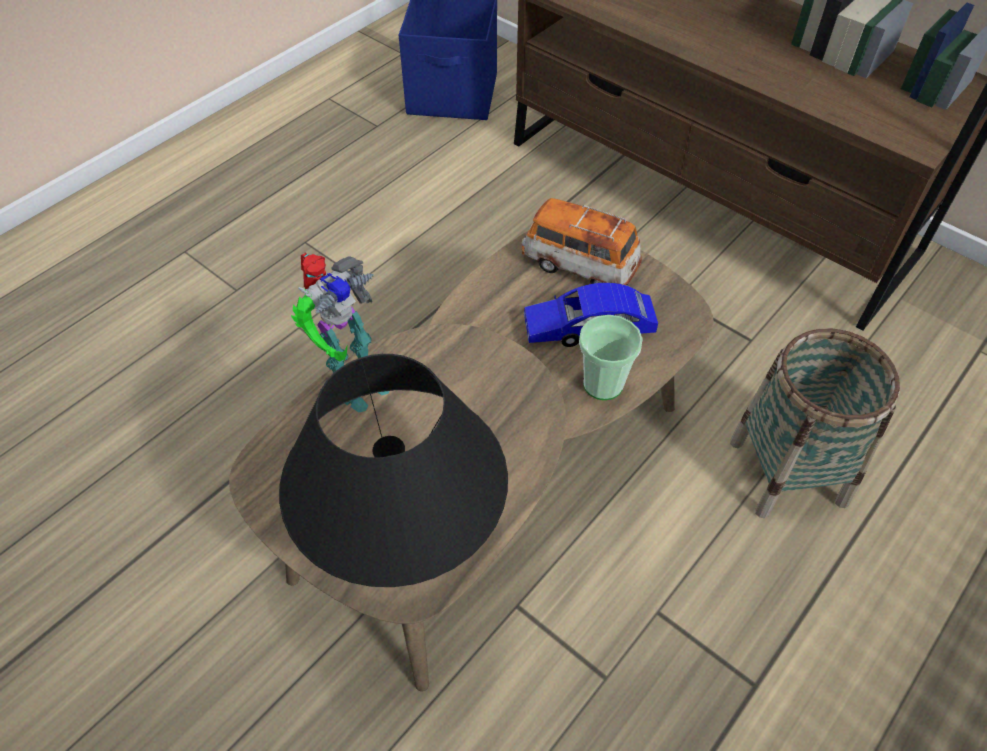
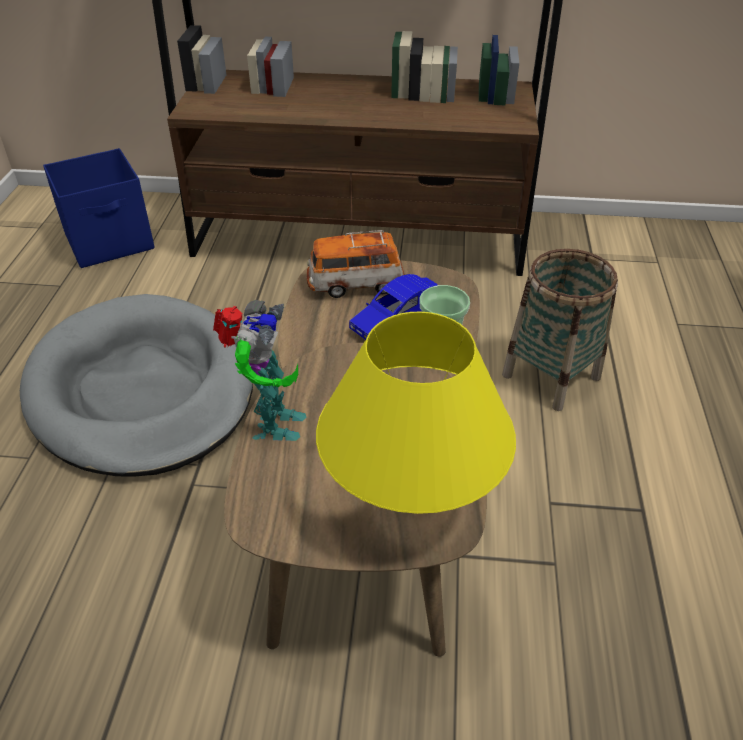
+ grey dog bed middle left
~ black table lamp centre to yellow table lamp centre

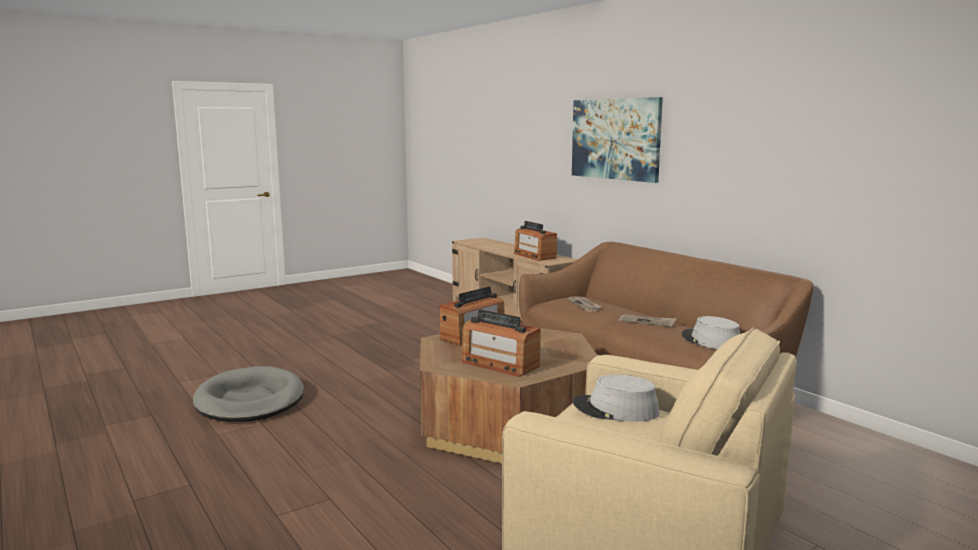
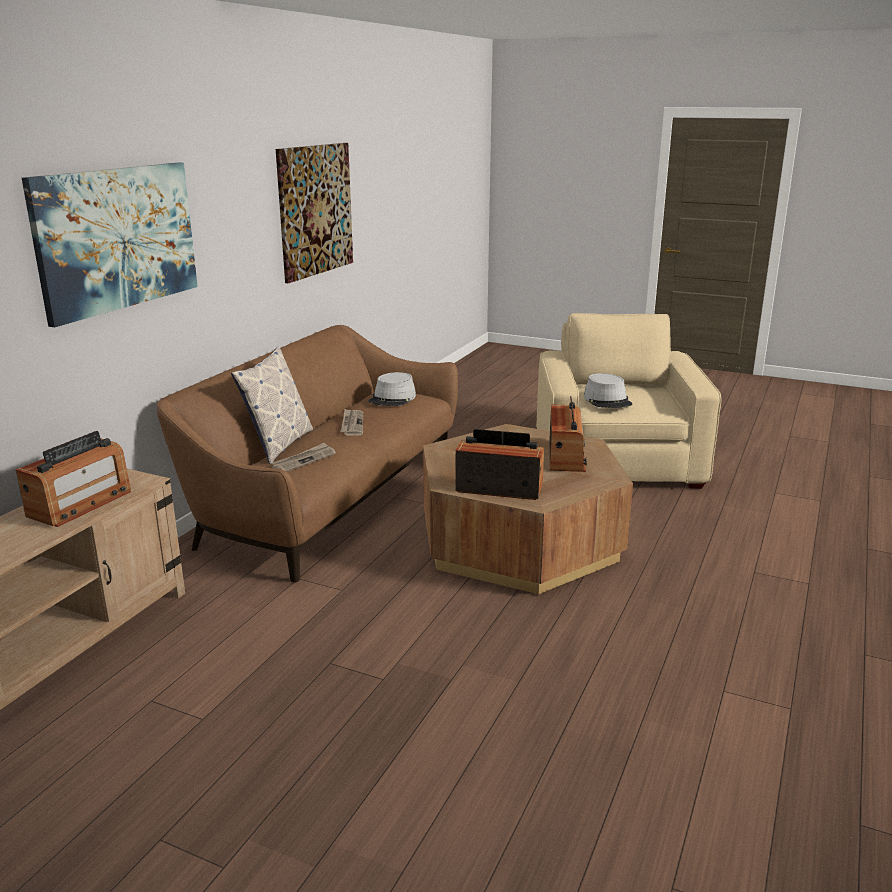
+ pillow middle left
+ picture (2nd from left) top centre
- grey dog bed bottom left

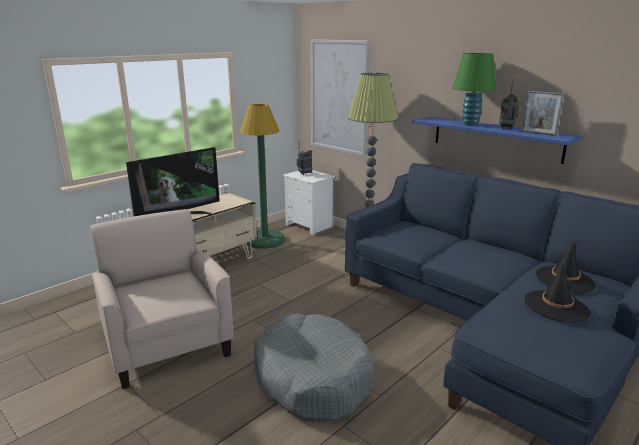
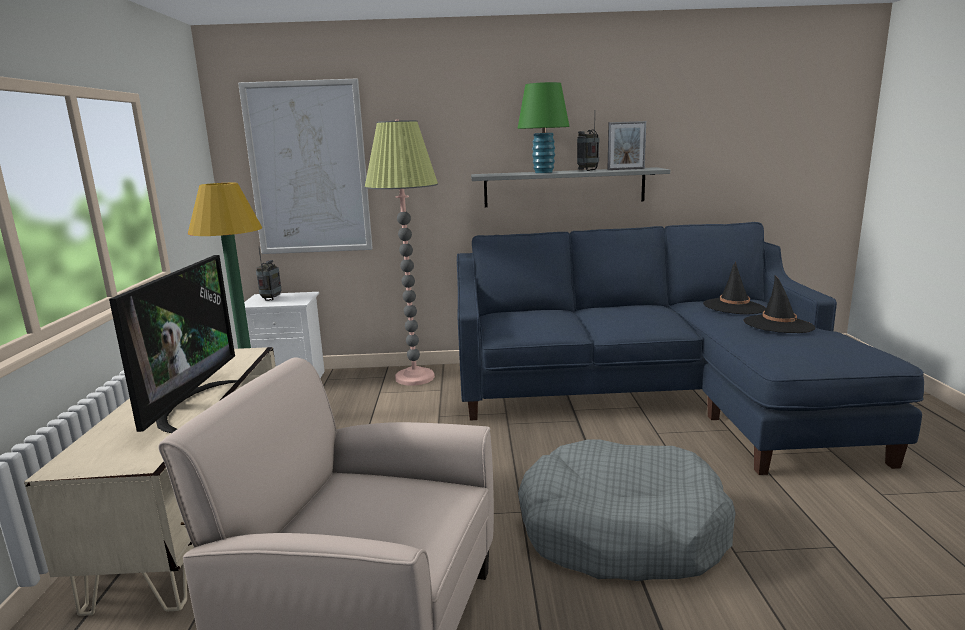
~ blue shelf top right to grey shelf top centre

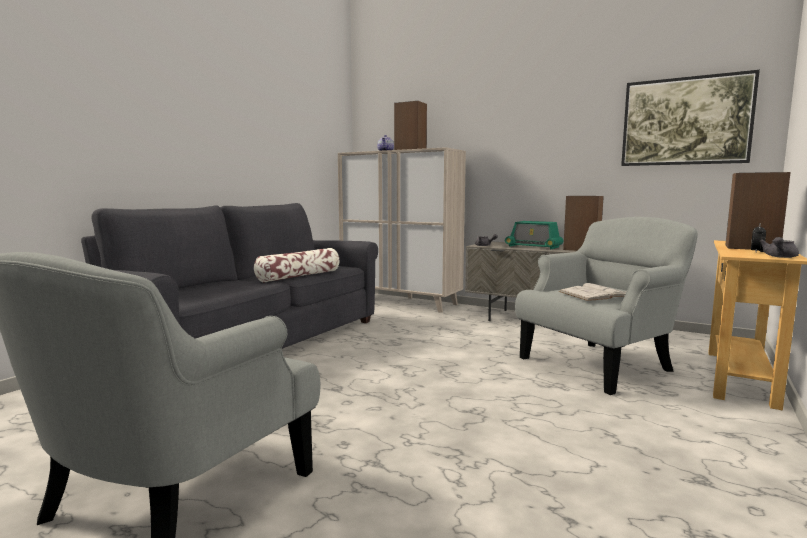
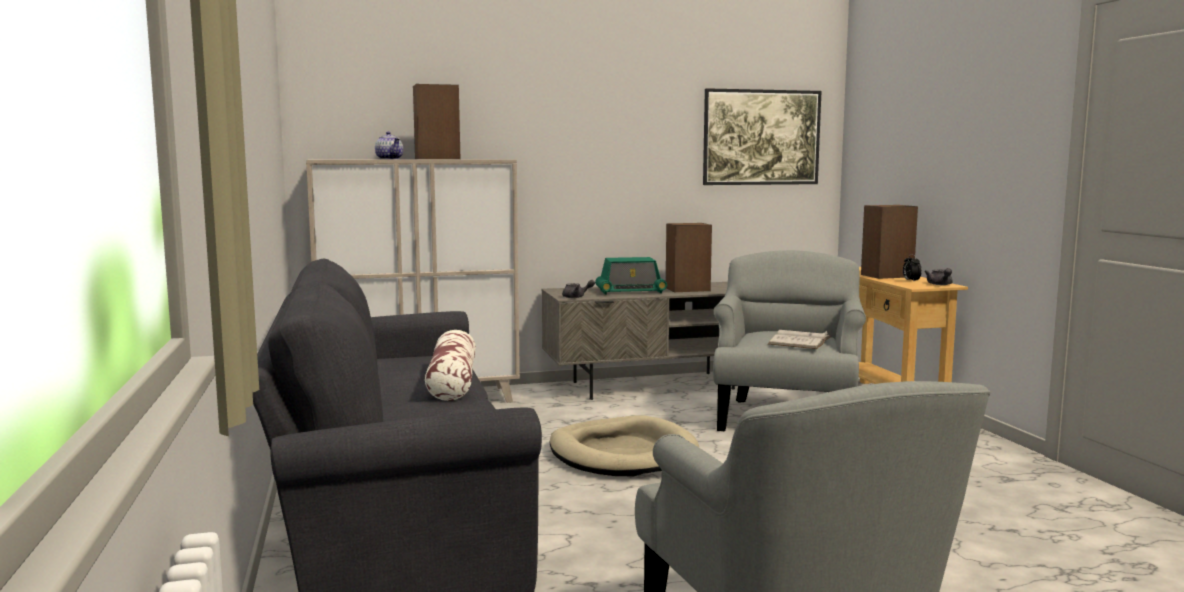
+ beige dog bed bottom centre

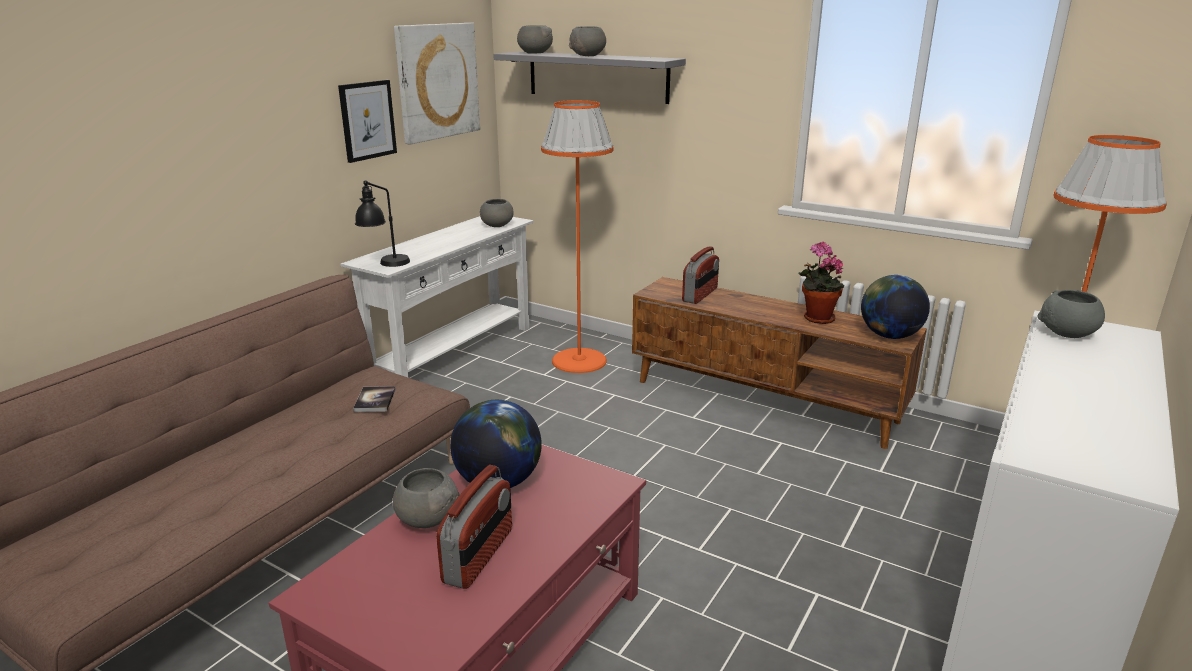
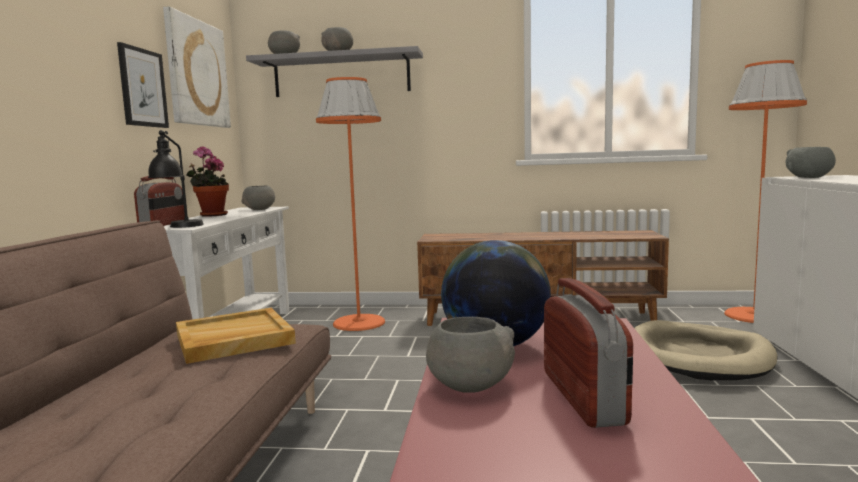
~ radio (2nd from left in the first image) centre to radio (1st from left) middle left
~ book middle left to beige tray bottom left
~ potted plant middle right to middle left
+ beige dog bed bottom right
- globe (2nd from left) middle right

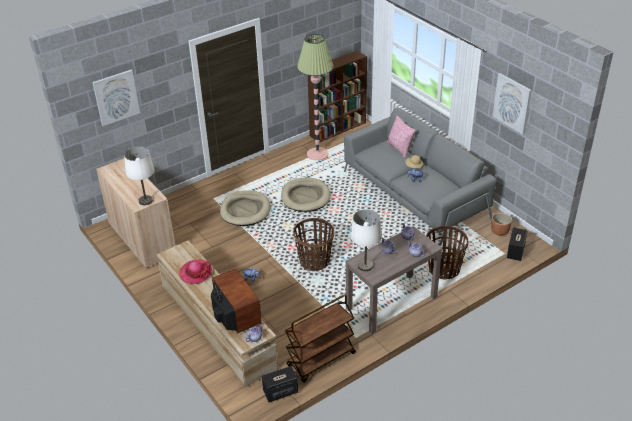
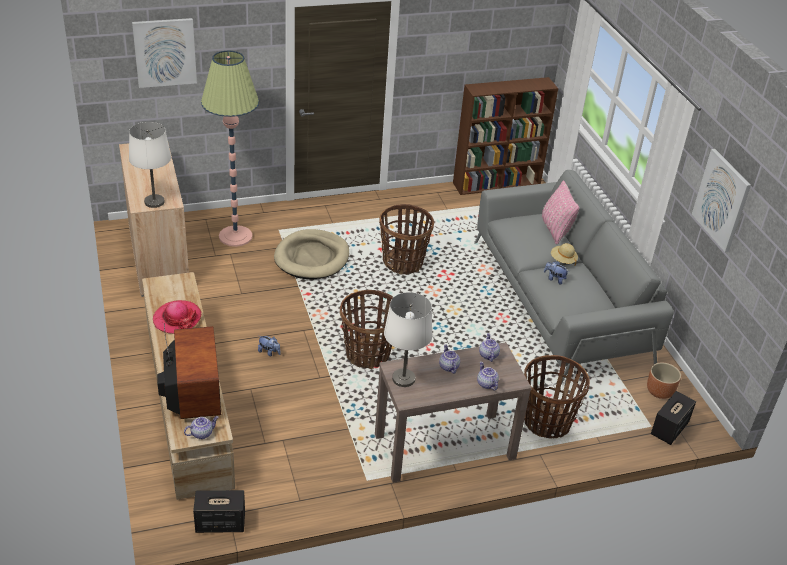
~ floor lamp top centre to top left
~ beige dog bed (2nd from left) centre to basket (2nd from left) centre
- brown cart bottom centre

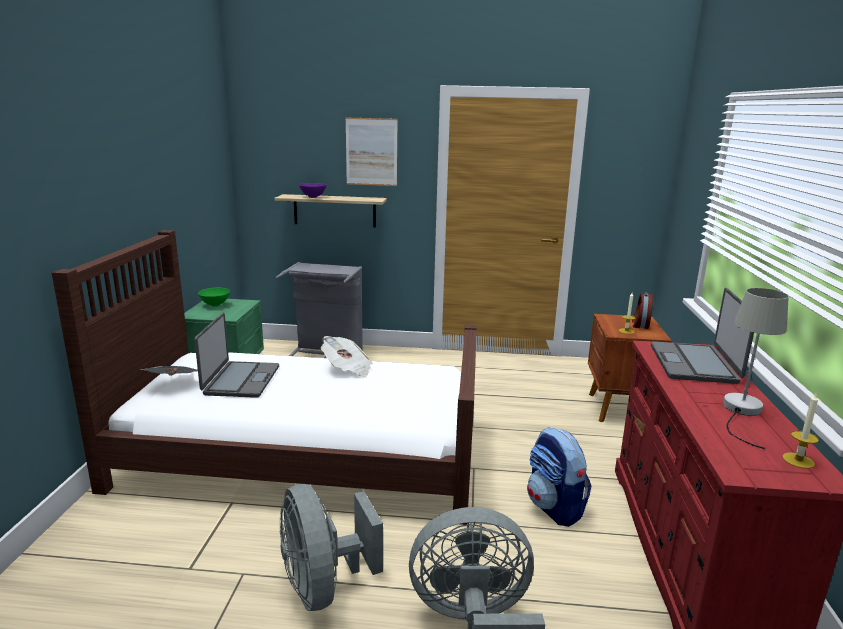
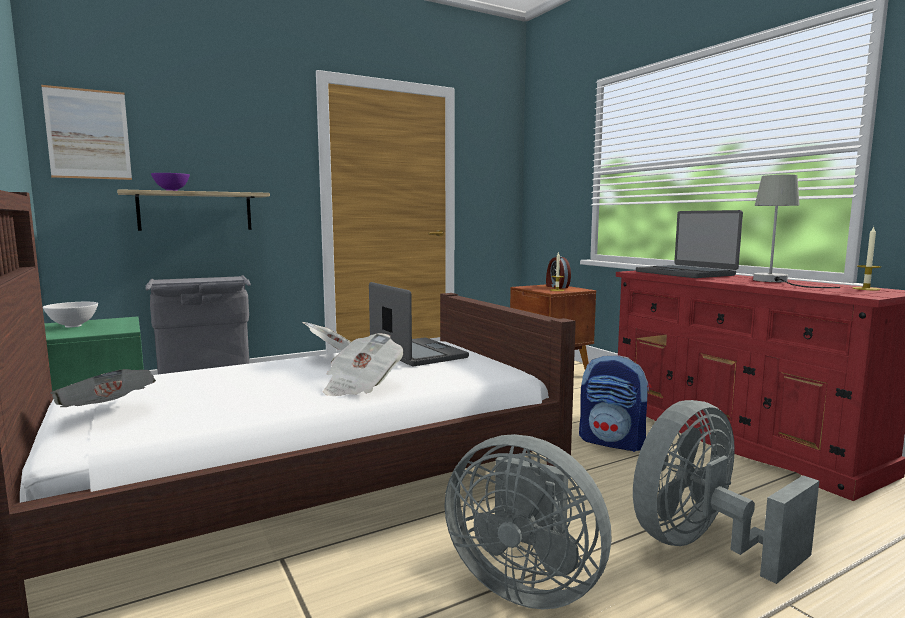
~ picture top centre to top left
~ green bowl middle left to white bowl middle left
+ newspaper (3rd from left) centre
~ laptop (1st from left) middle left to centre

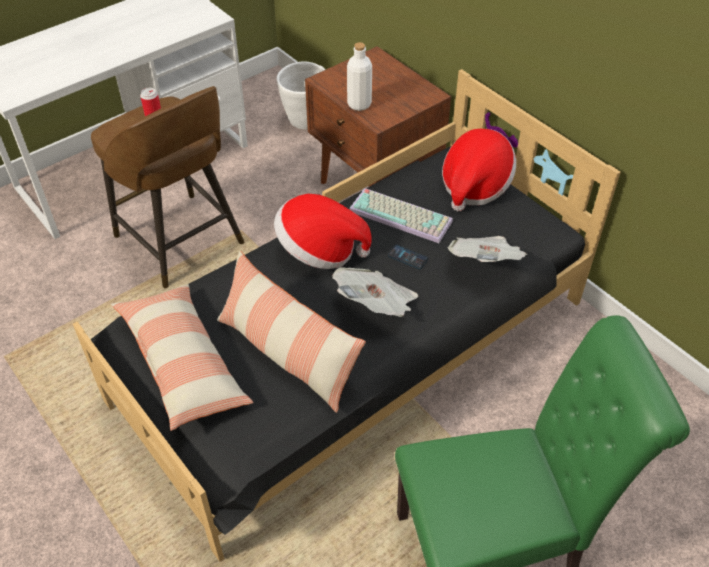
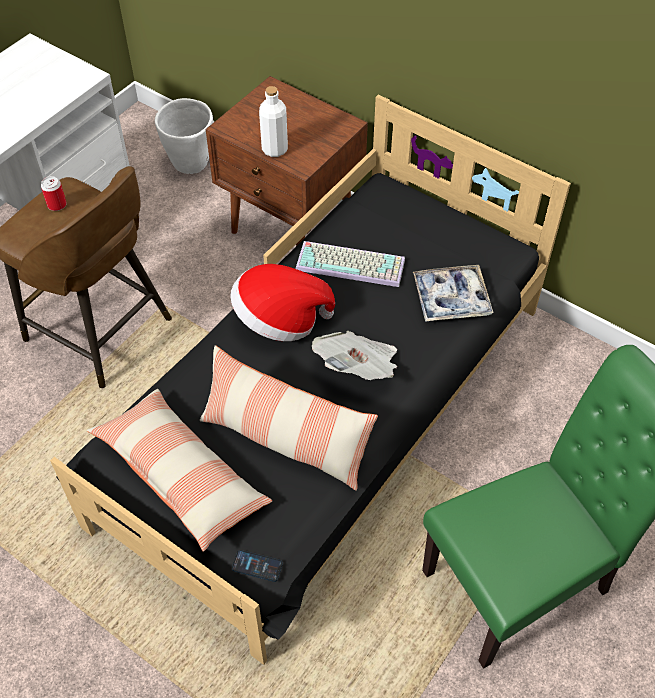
~ phone centre to bottom centre
~ newspaper (2nd from left) middle right to tray middle right
- hat (2nd from left) top right

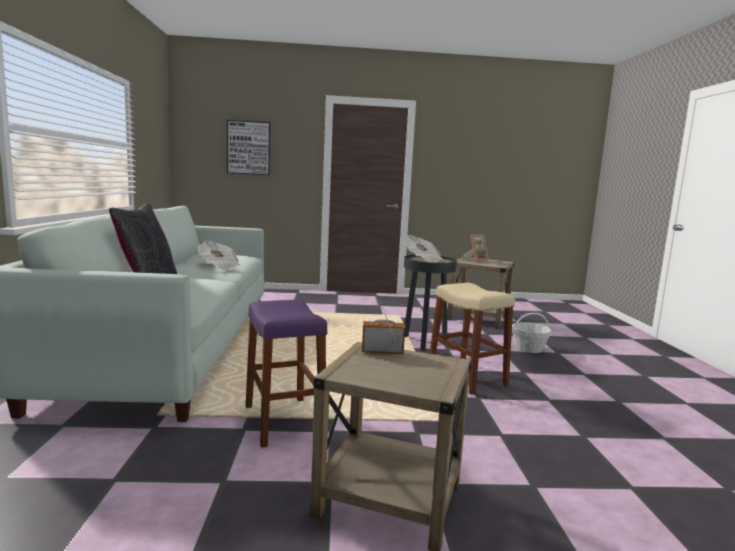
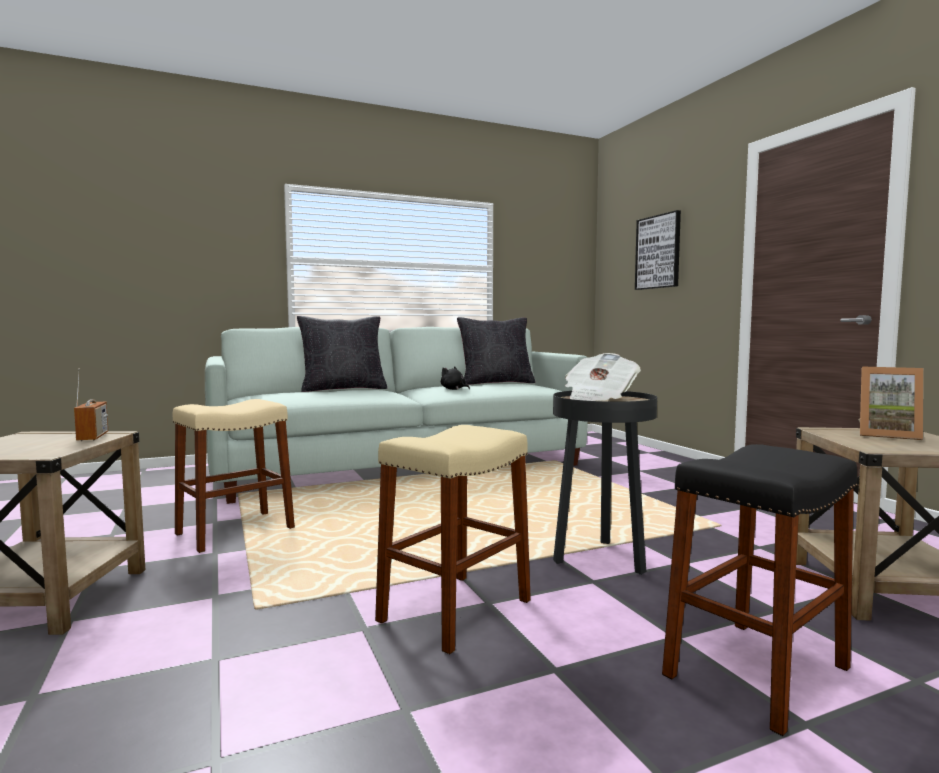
~ purple stool bottom centre to beige stool (1st from left) middle left
~ newspaper (1st from left) middle left to black plush toy centre
+ black pillow (2nd from left) centre
~ basket middle right to black stool bottom right

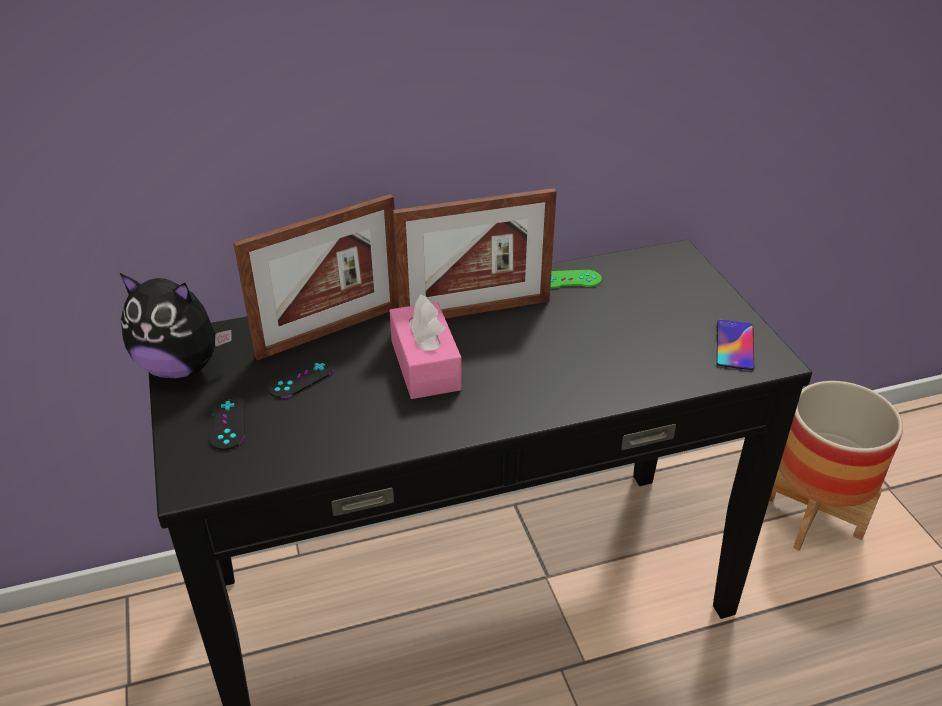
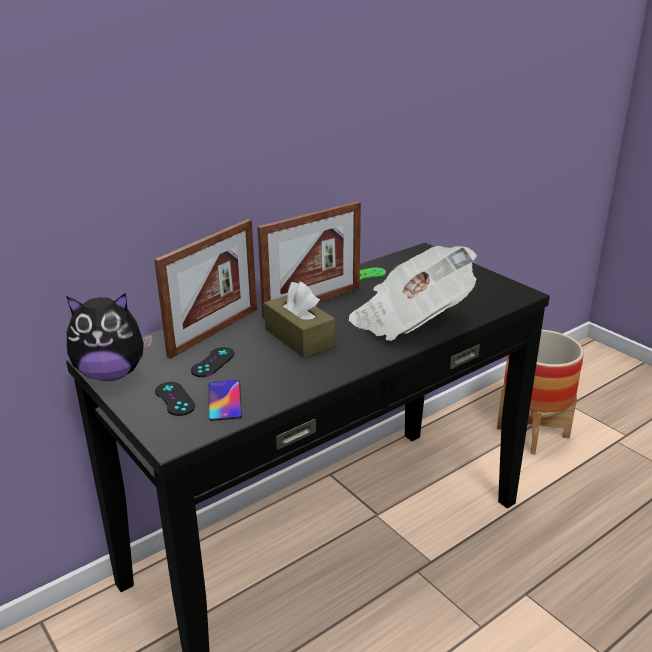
~ phone middle right to centre
~ pink tissue box centre to brown tissue box centre
+ newspaper centre

